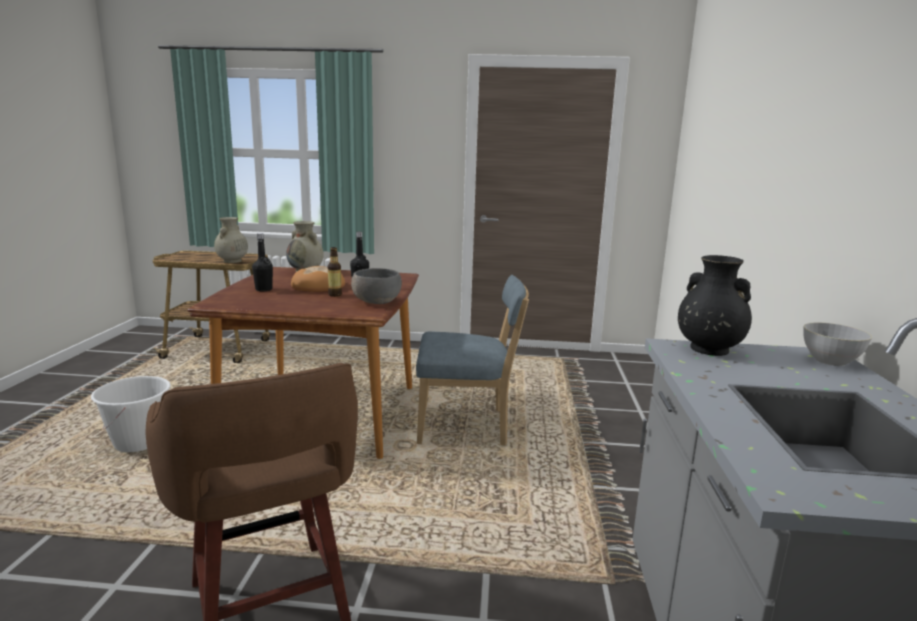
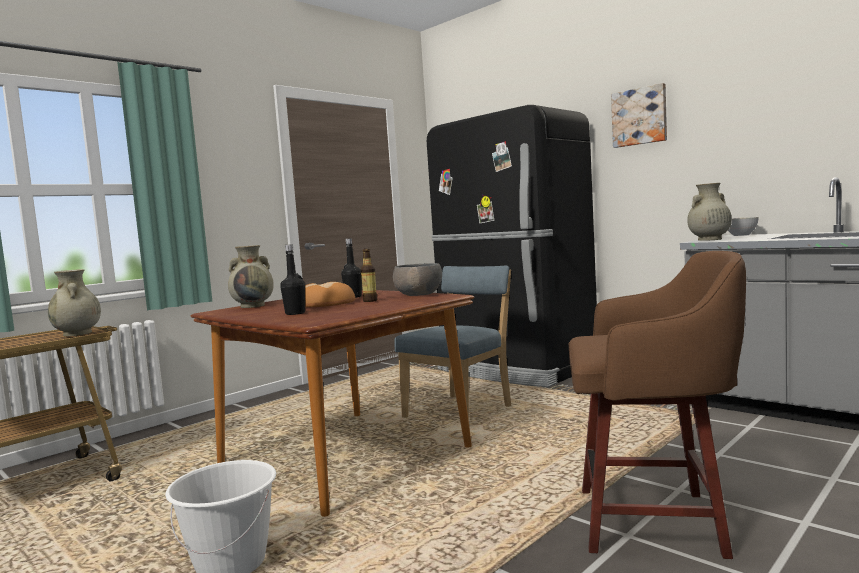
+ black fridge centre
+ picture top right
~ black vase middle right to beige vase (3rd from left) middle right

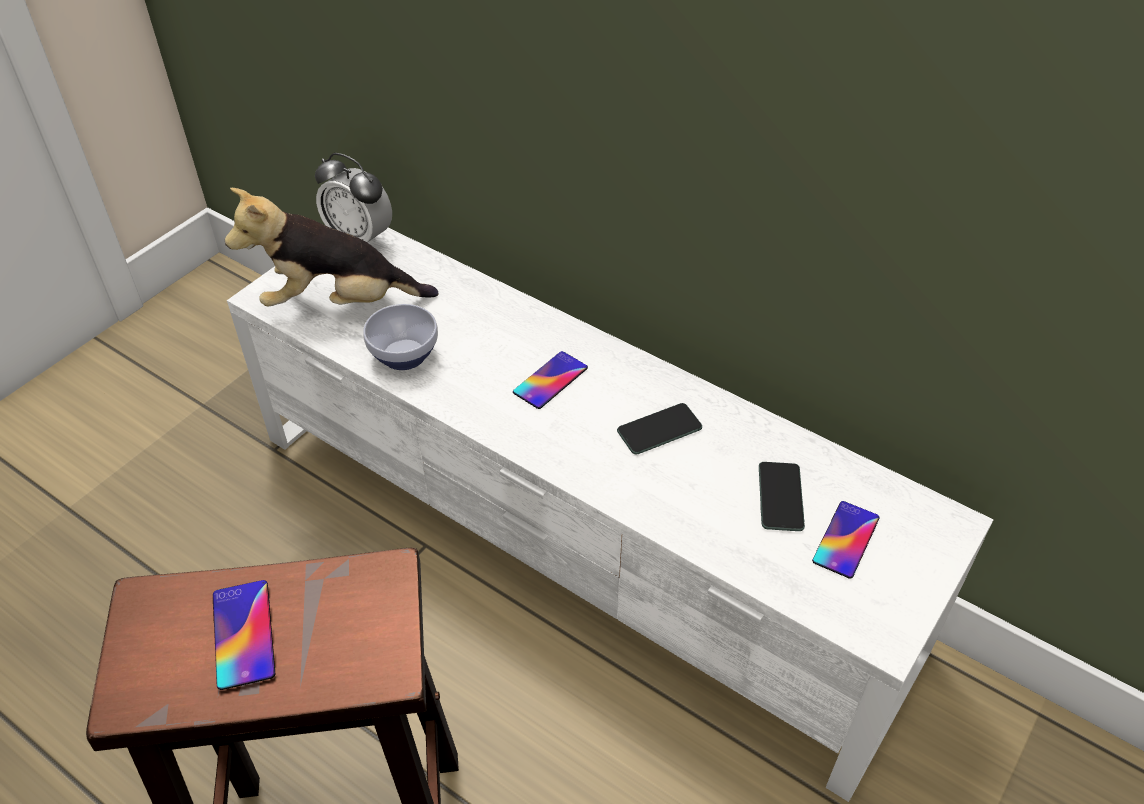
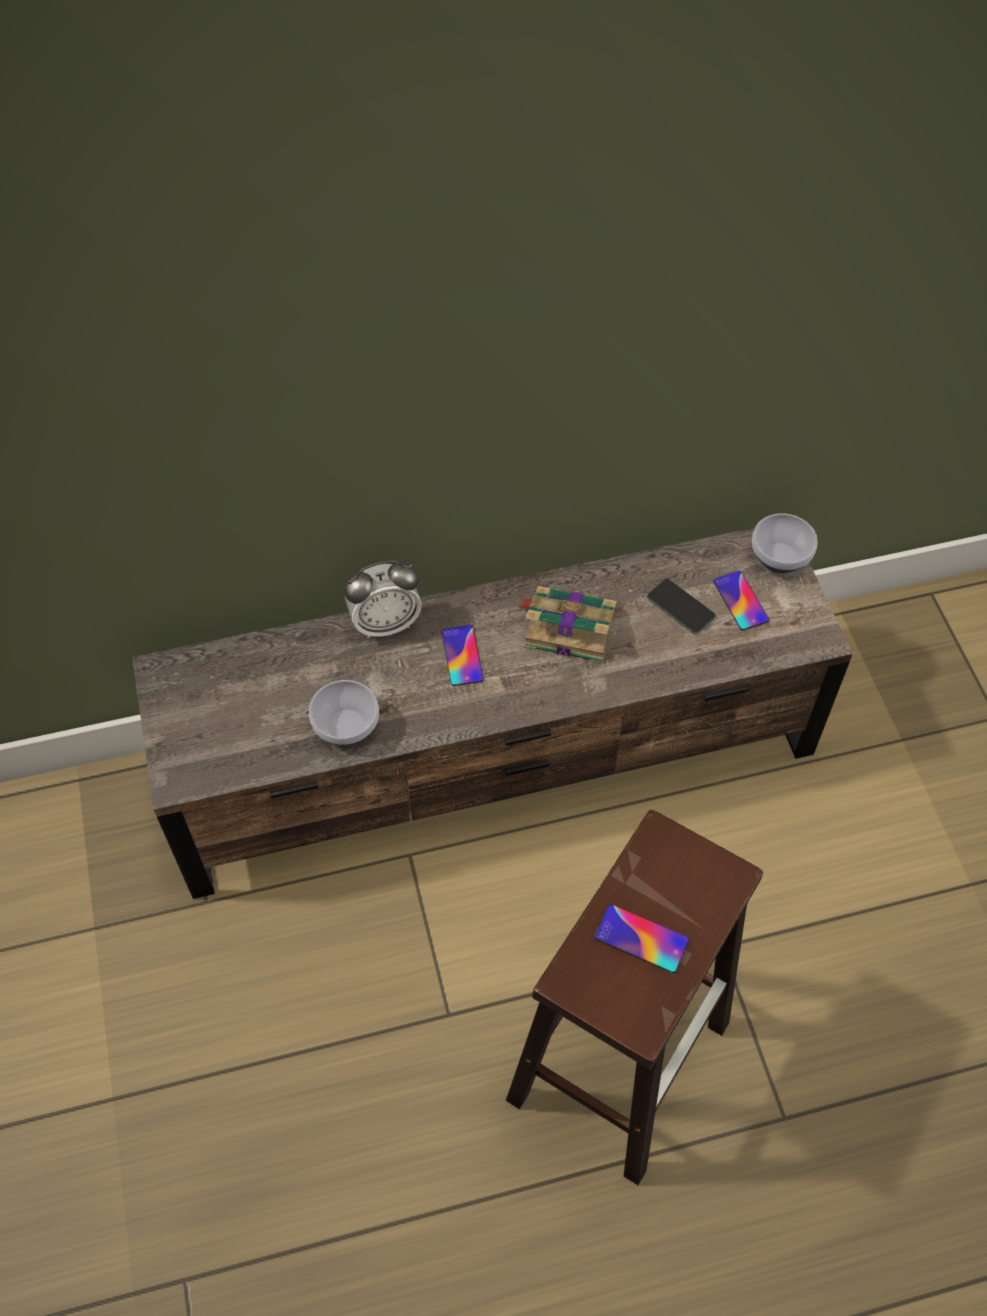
~ white tv stand centre to brown tv stand centre
~ alarm clock top left to centre
~ phone (3rd from left) centre to book centre
+ bowl (2nd from left) middle right
- plush toy top left

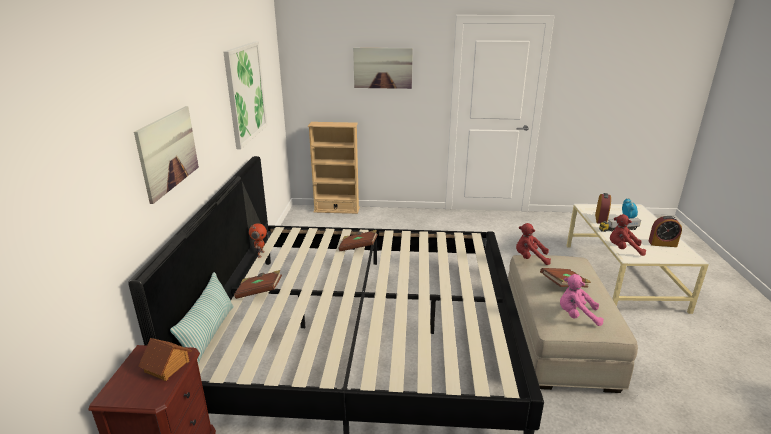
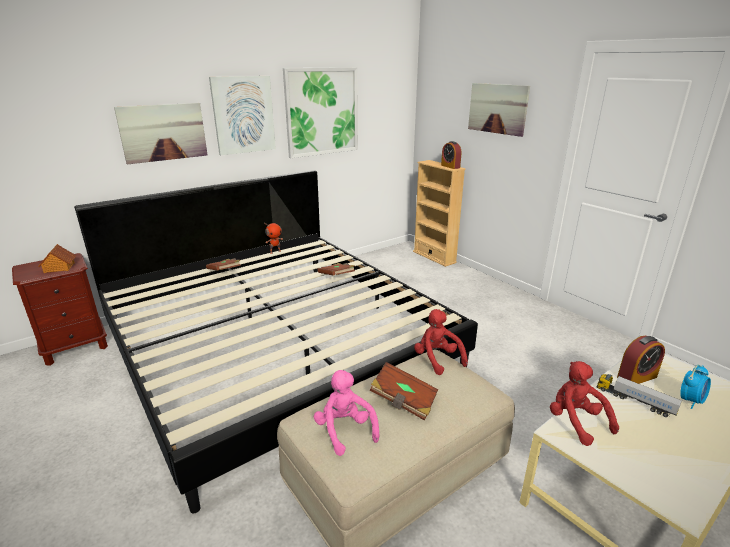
+ picture (2nd from left) top left
~ alarm clock (3rd from left in the first image) middle right to alarm clock (1st from left) top centre
- pillow bottom left

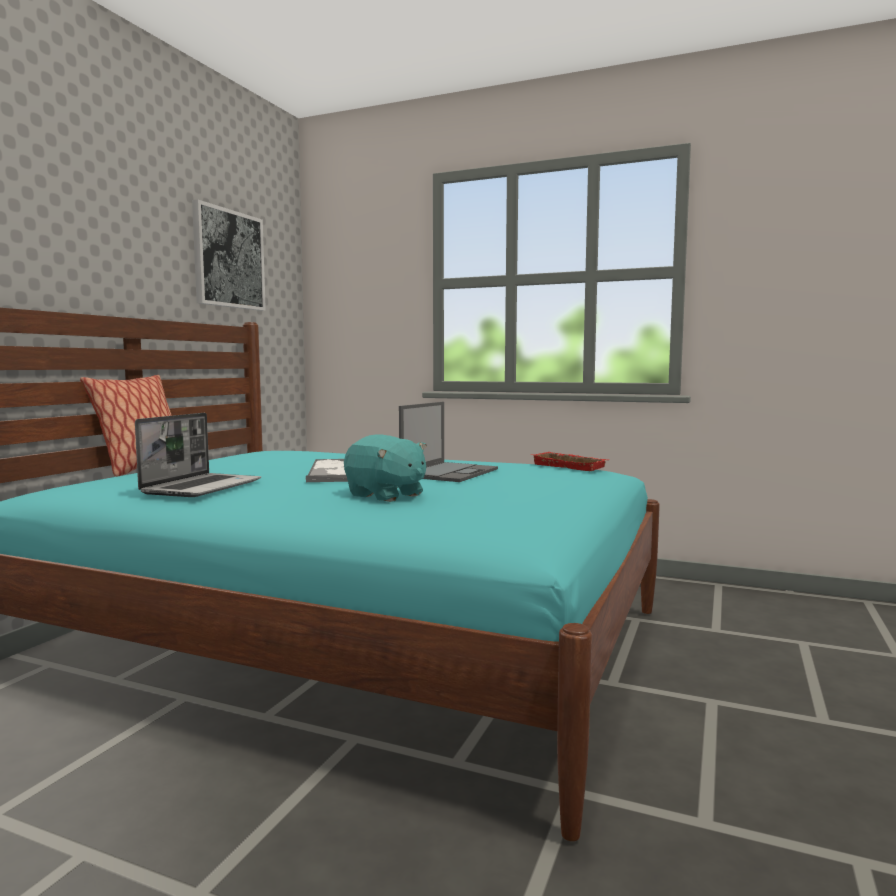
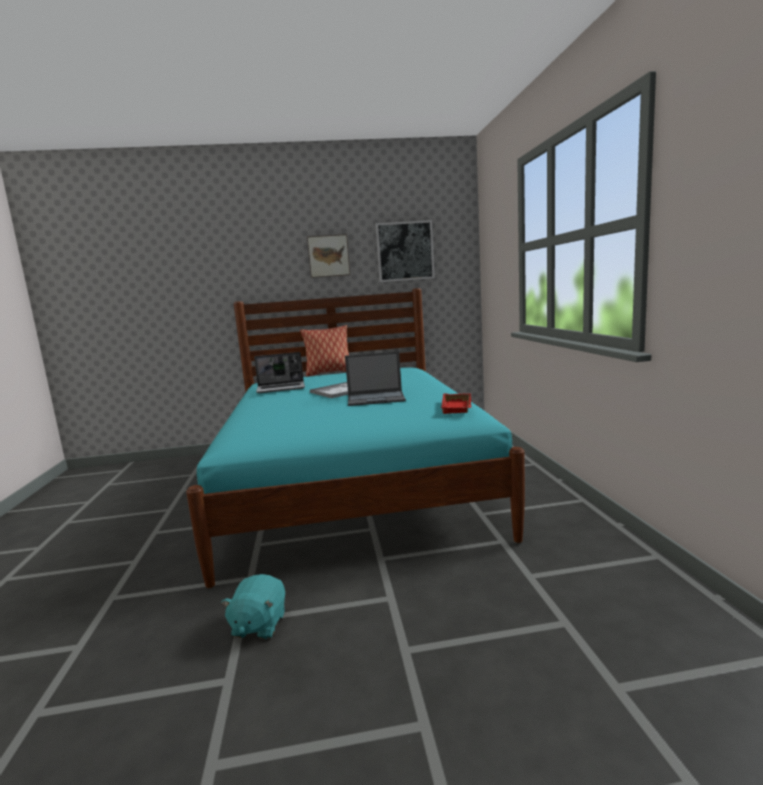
~ turquoise plush toy centre to bottom left
+ picture (1st from left) top centre

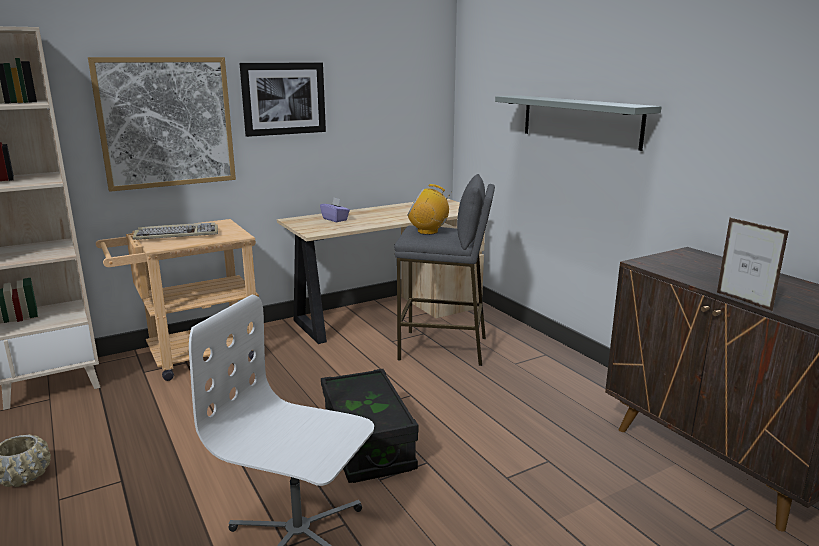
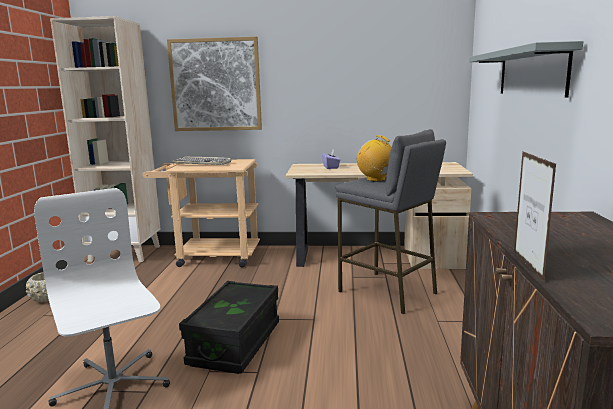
- picture (2nd from left) top centre

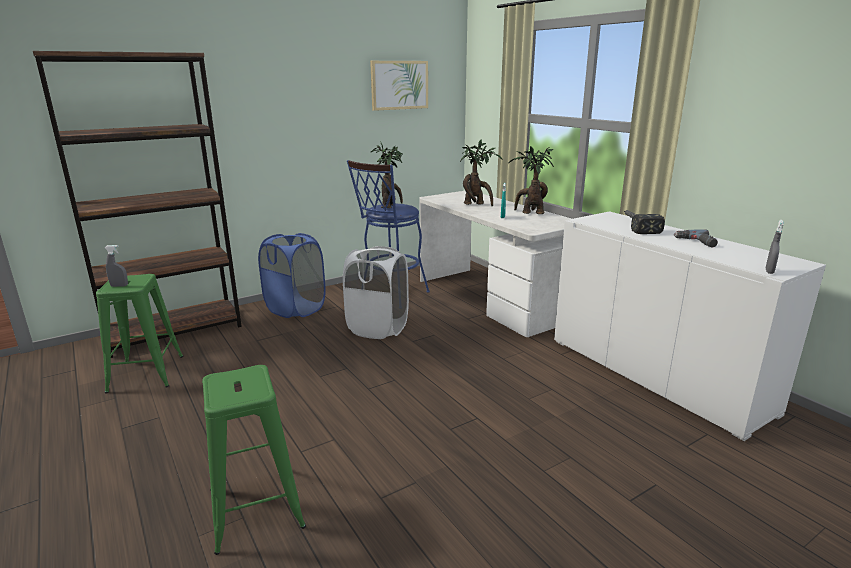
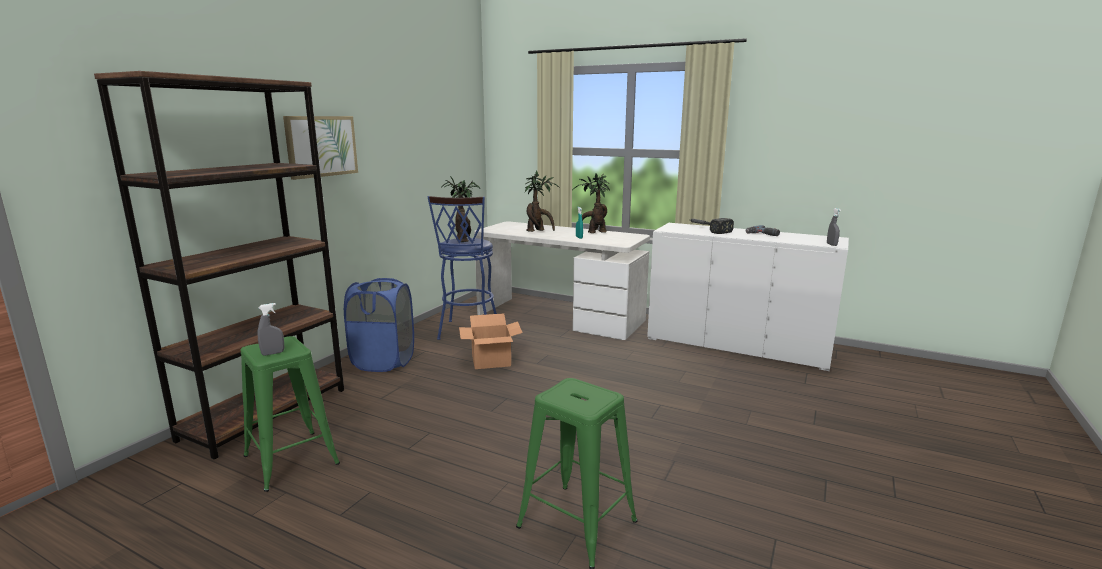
~ picture top centre to top left
~ white laundry basket centre to cardboard box centre

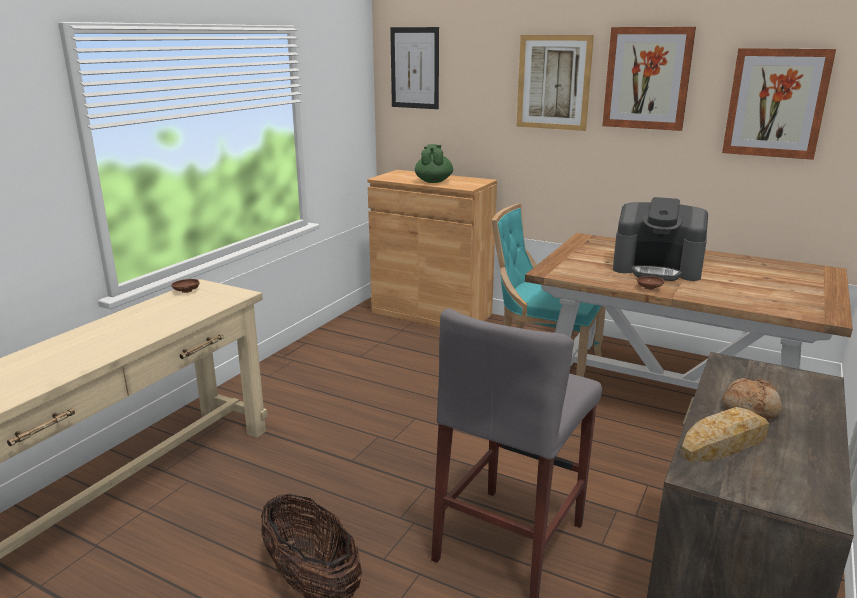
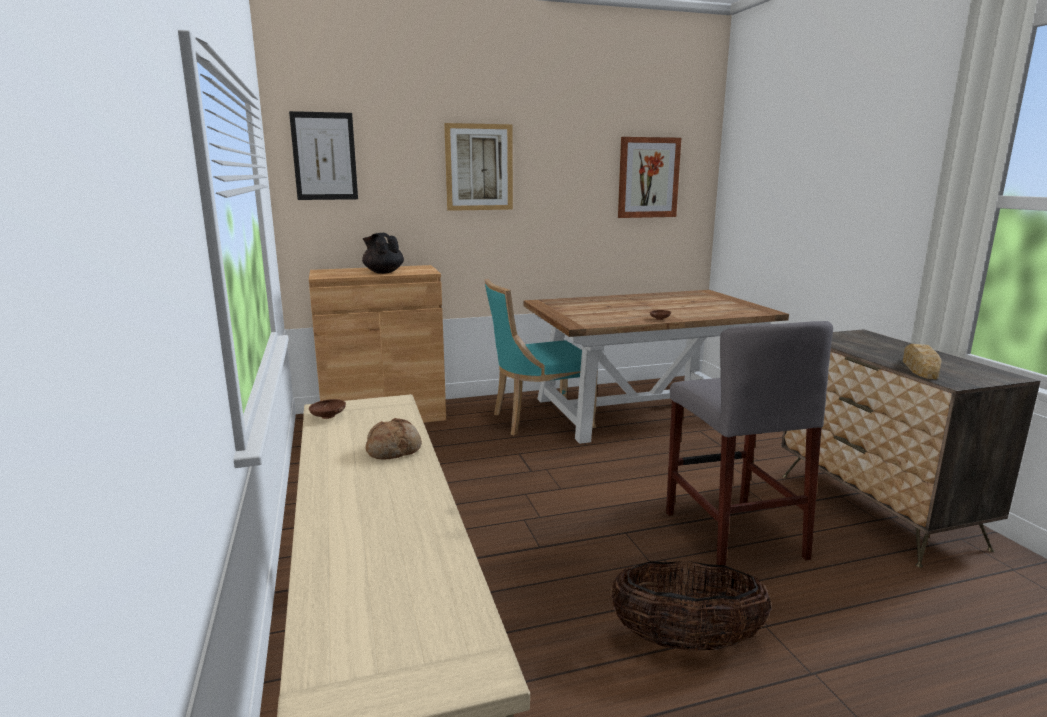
~ green teapot top centre to black teapot centre
~ bread (2nd from left in the first image) bottom right to bread (1st from left) centre
- picture (3rd from left) top right
- coffee machine middle right

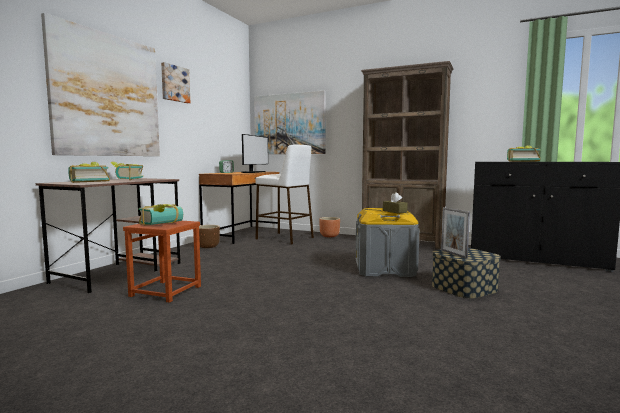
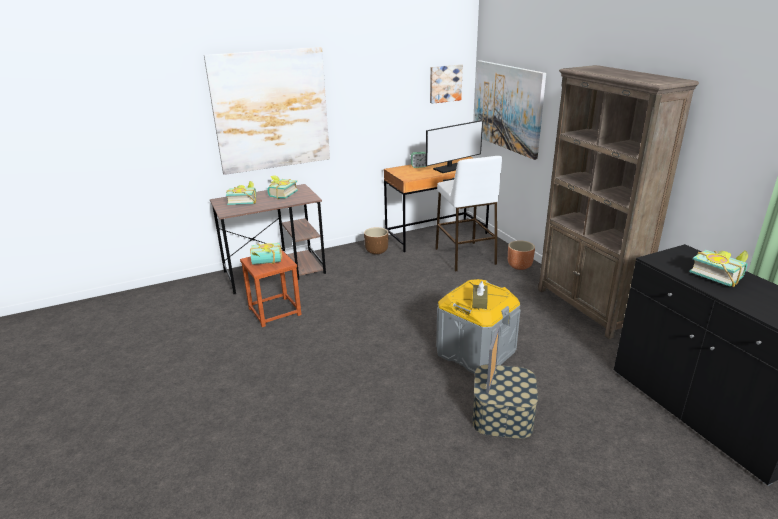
~ picture (2nd from left) top left to top centre

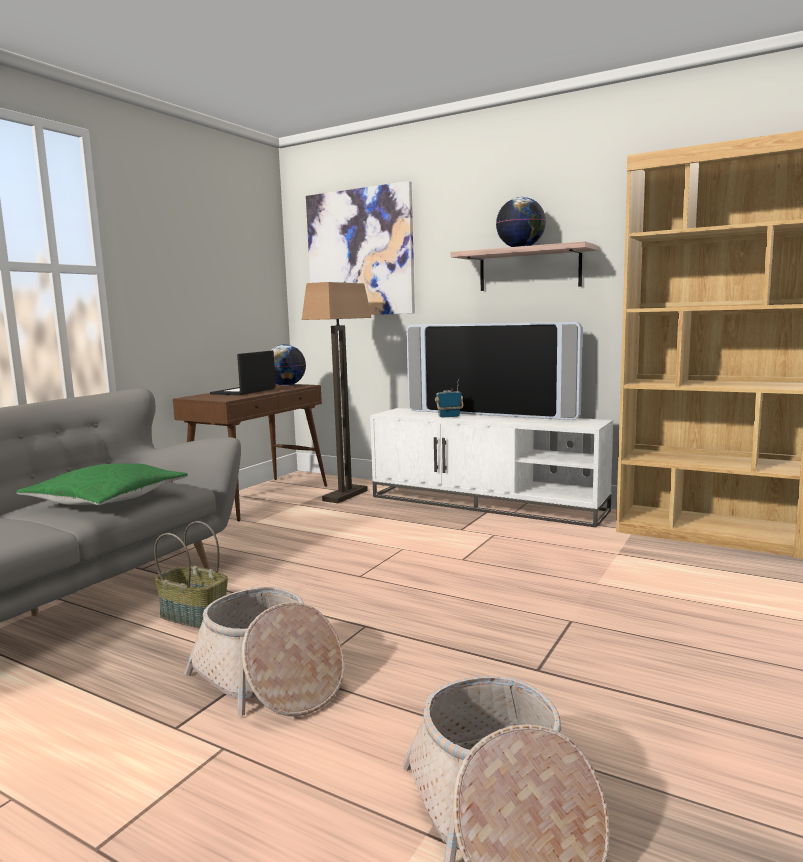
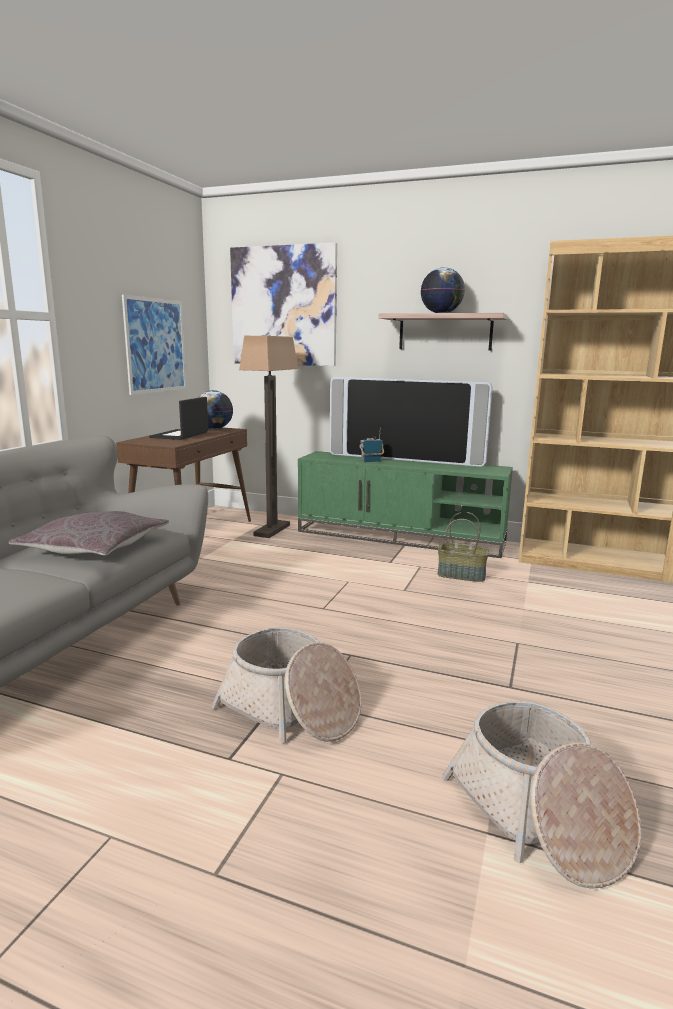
~ green pillow middle left to grey pillow middle left
+ picture (1st from left) middle left
~ white tv stand centre to green tv stand centre
~ basket (1st from left in the first image) bottom left to basket (2nd from left) middle right

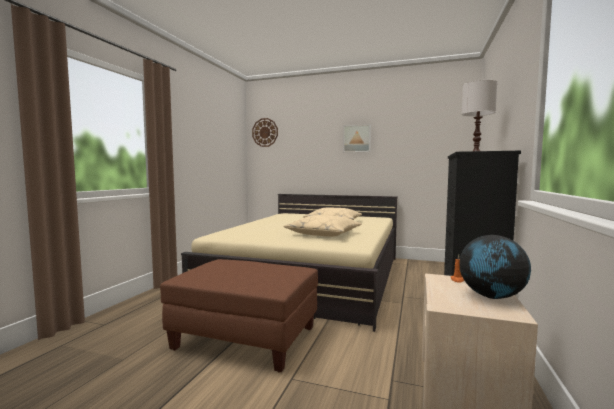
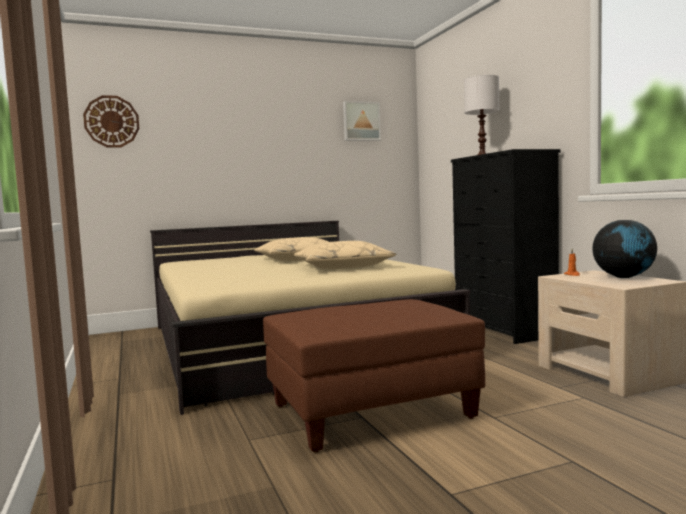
~ picture centre to top centre

